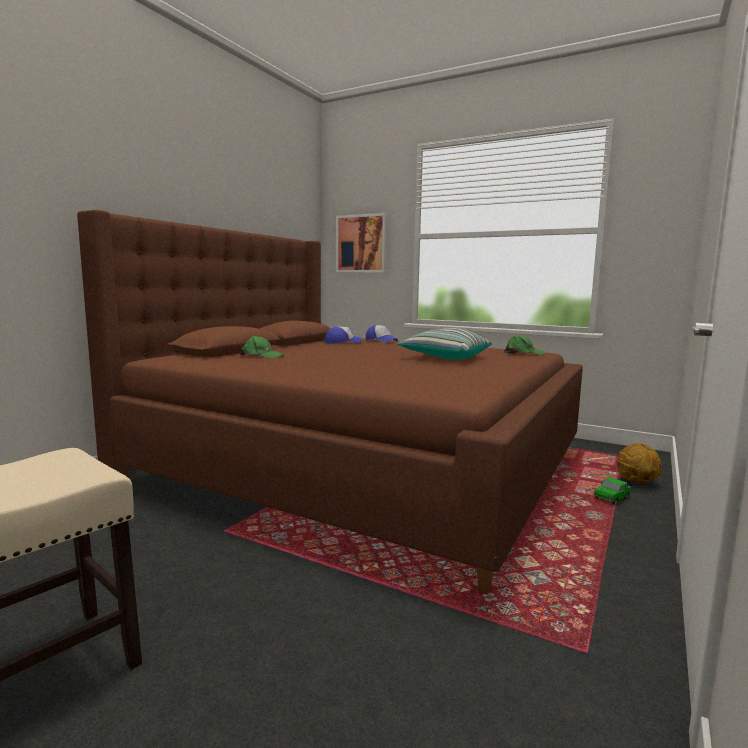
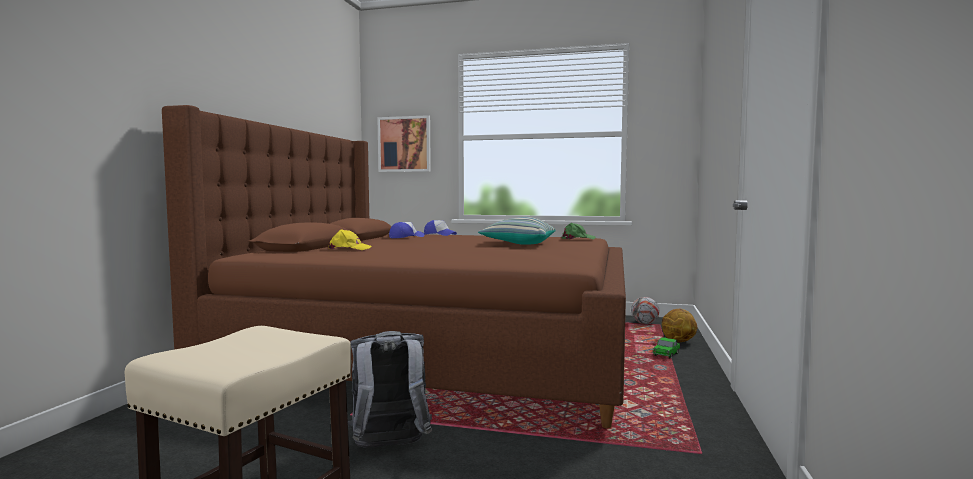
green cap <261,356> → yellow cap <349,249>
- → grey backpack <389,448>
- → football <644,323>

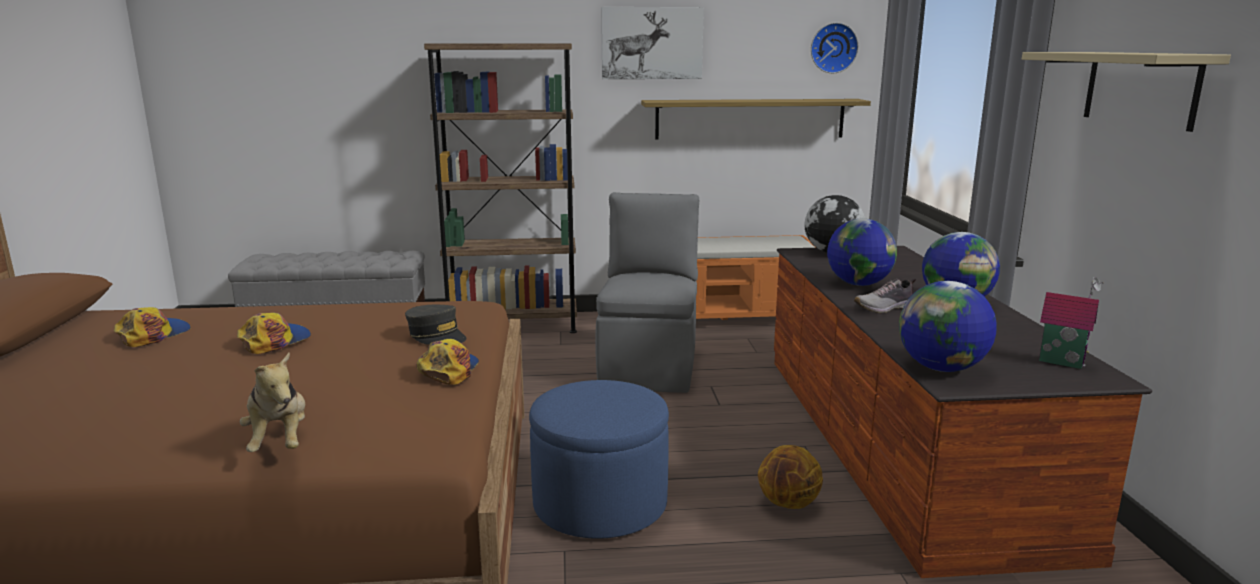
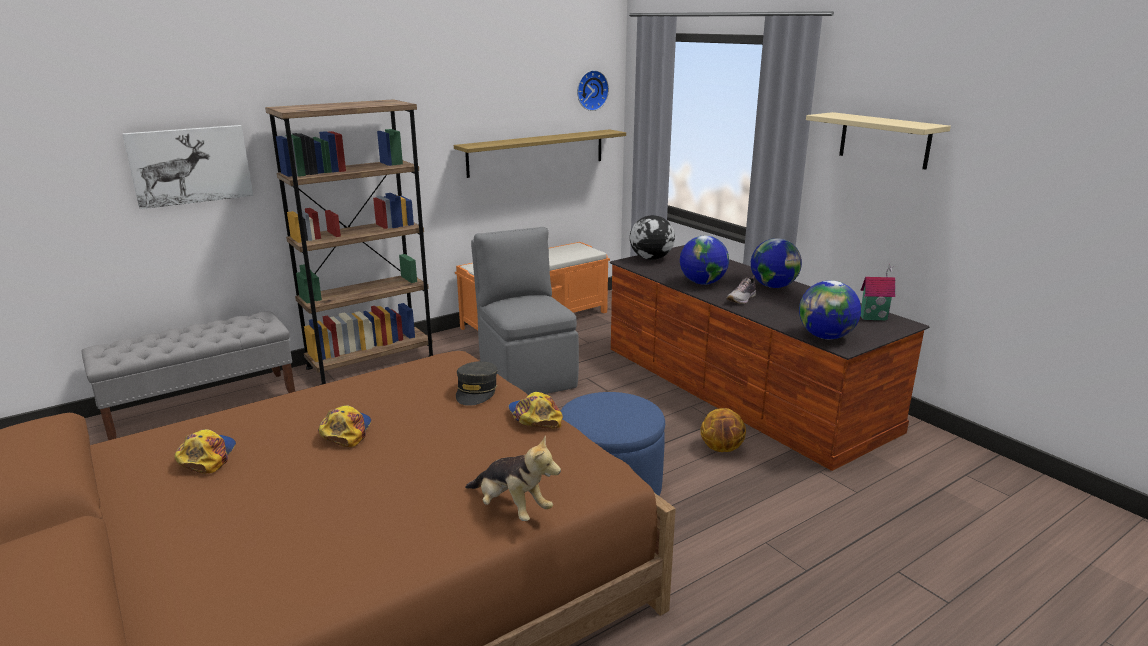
picture <651,43> → picture <190,165>, shifted
grey cap <437,336> → grey cap <476,391>, 90 degrees clockwise

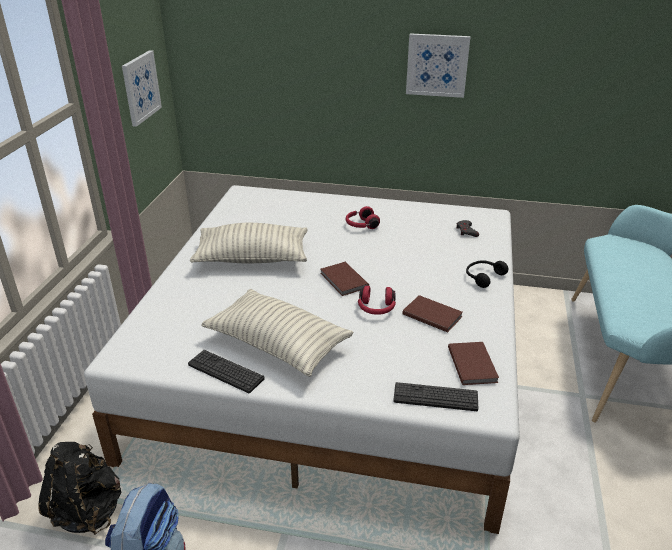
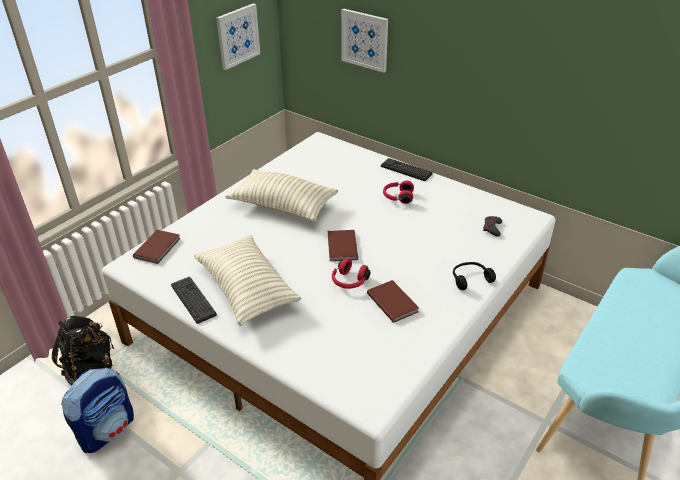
brown book <473,364> → brown book <158,248>, shifted
picture <437,65> → picture <365,40>, shifted
keyboard <435,397> → keyboard <406,170>, shifted

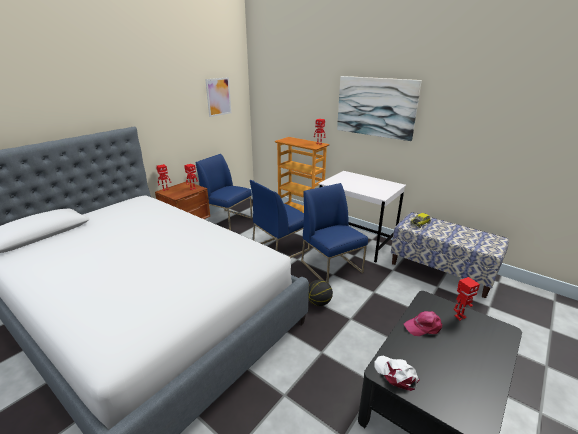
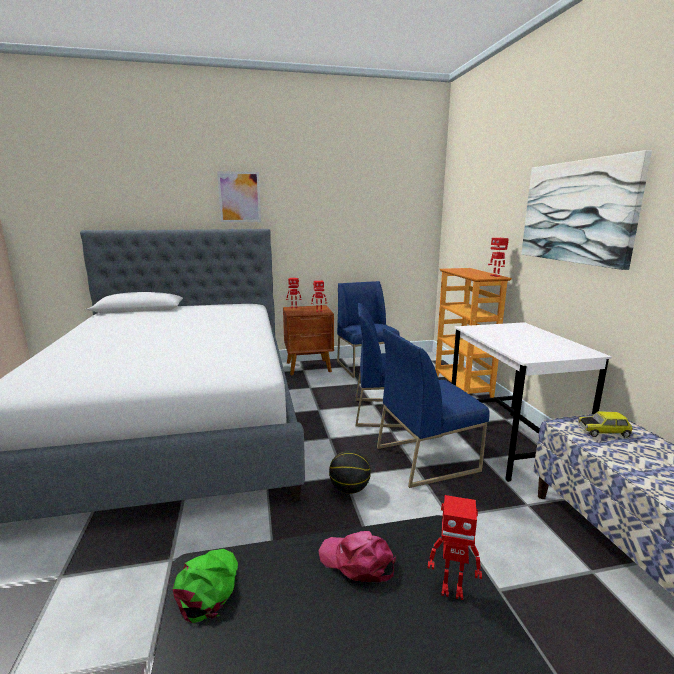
white cap <396,374> → green cap <208,586>
picture <218,97> → picture <239,197>, shifted
blue chair <332,267> → blue chair <427,458>, 120 degrees counterclockwise

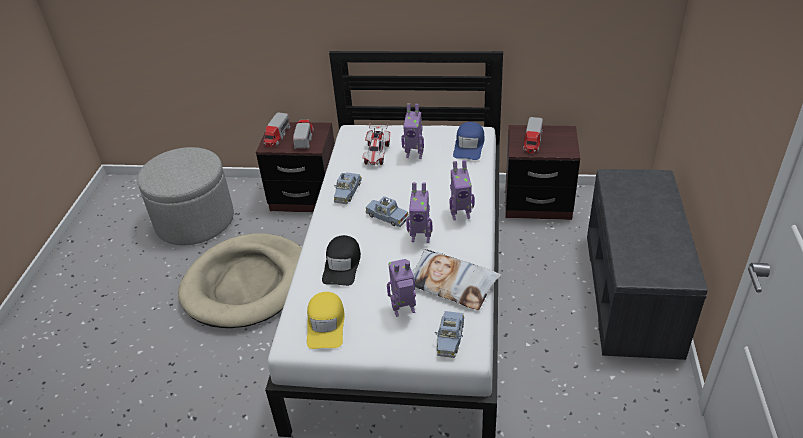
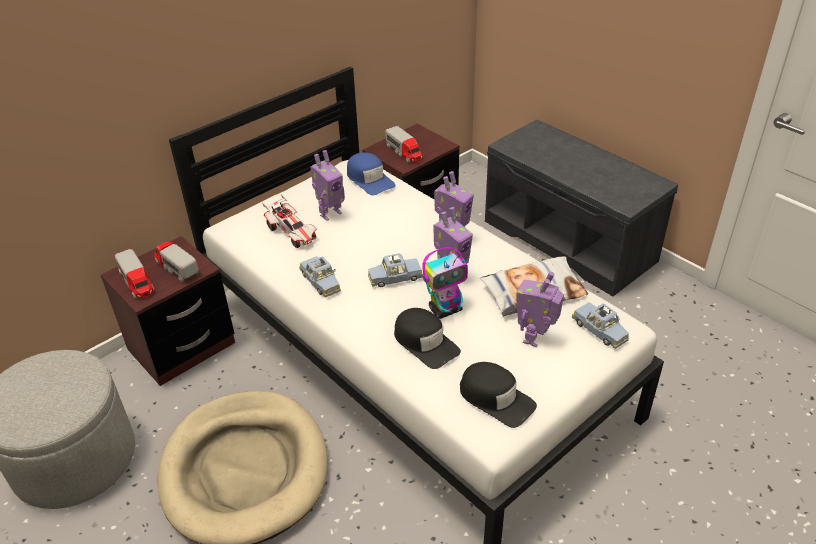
- → toy robot <446,309>
yellow cap <326,325> → black cap <496,398>

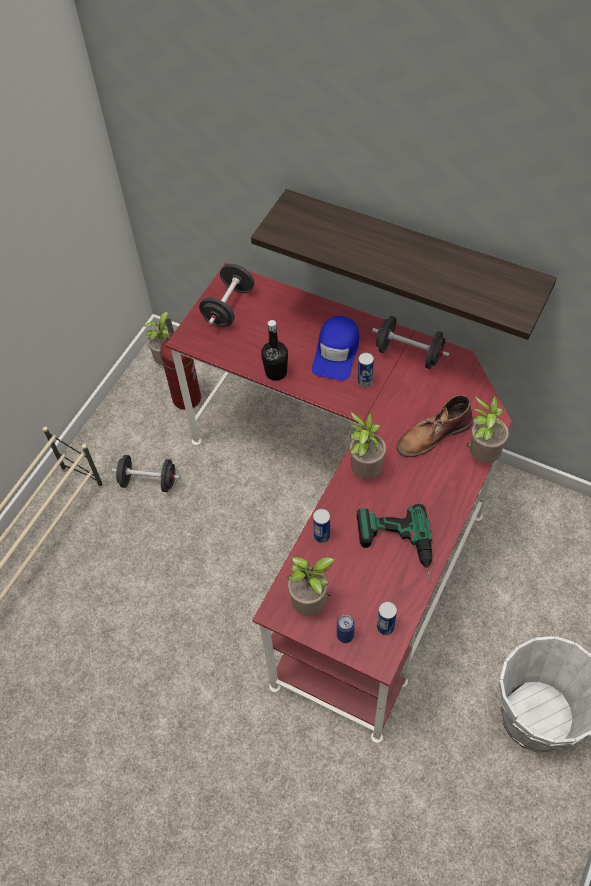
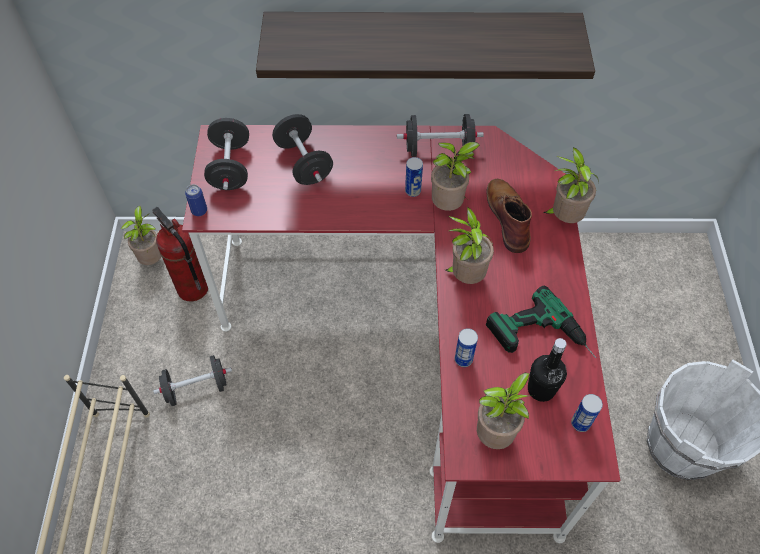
can <345,635> → can <199,211>, shifted
- → black dumbbell <304,163>
- → potted plant <449,206>
brown boot <433,435> → brown boot <508,216>, 135 degrees clockwise
black bottle <276,372> → black bottle <541,389>, shifted
blue cap <336,352> → -

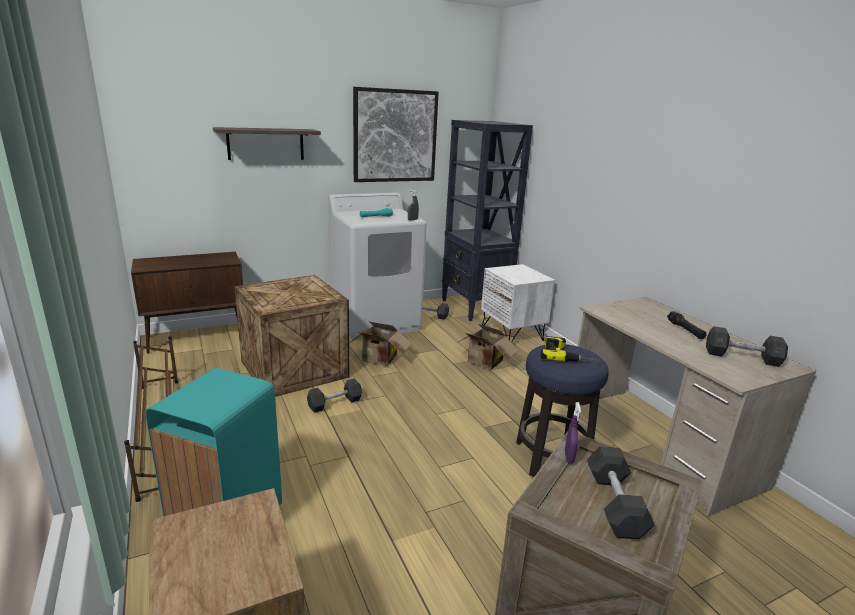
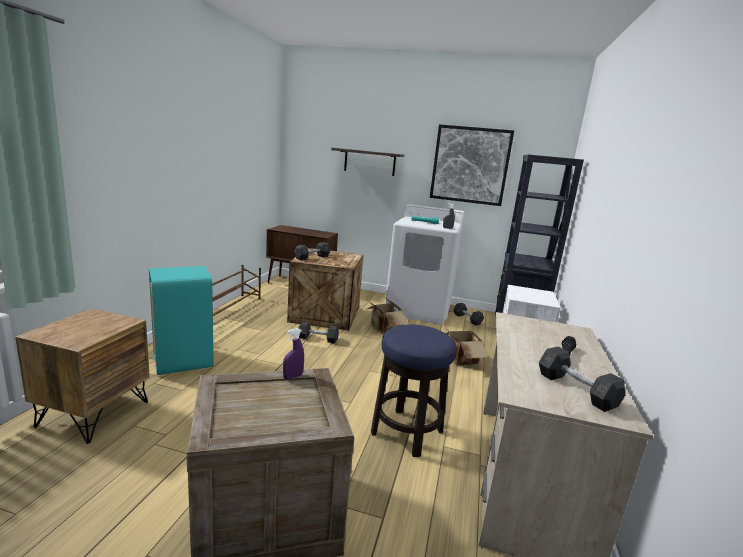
grey dumbbell <614,504> → grey dumbbell <312,257>, shifted
power drill <567,355> → -

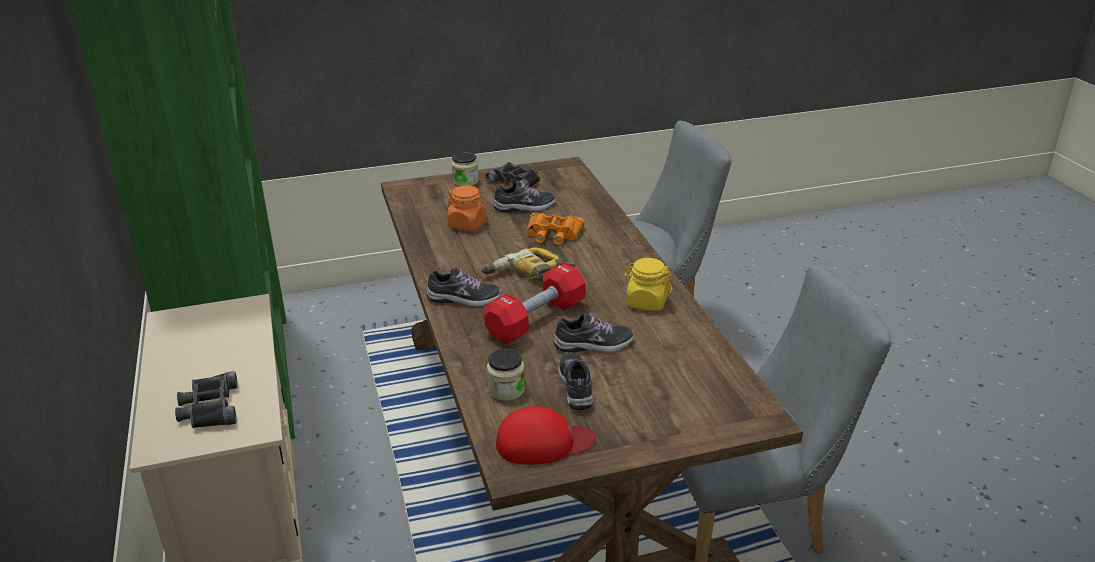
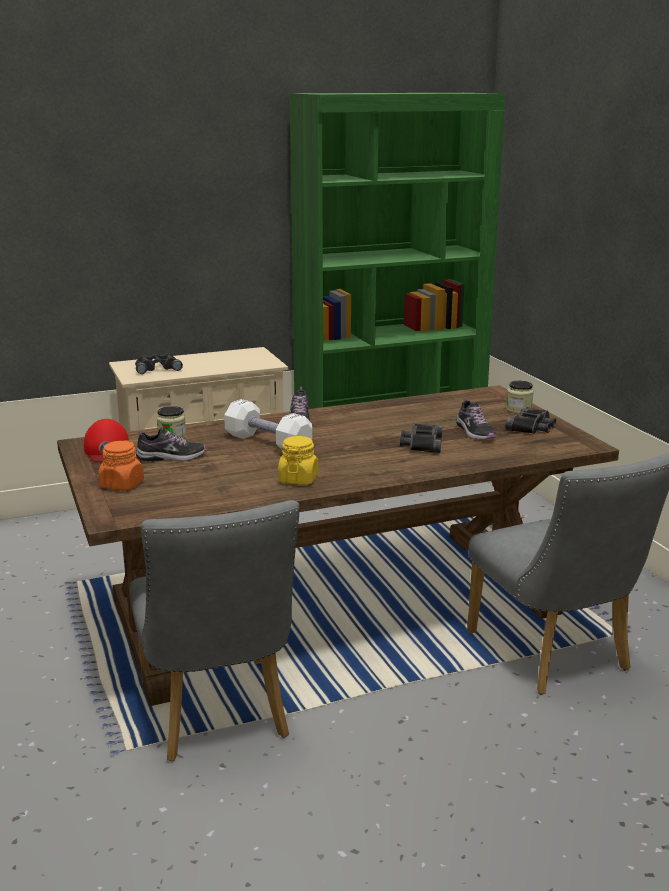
orange jar <467,225> → orange jar <122,485>, shifted
red dumbbell <536,320> → white dumbbell <268,443>
orange binoculars <553,234> → black binoculars <421,444>
power drill <527,275> → -
shoe <593,345> → -

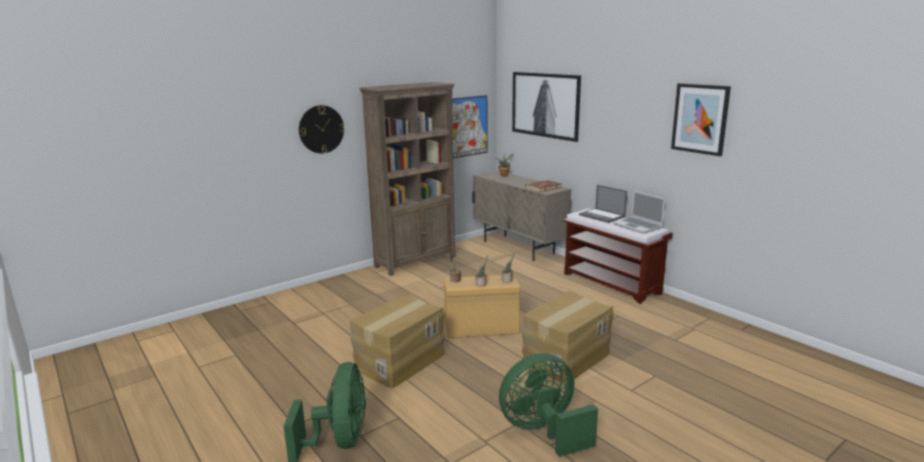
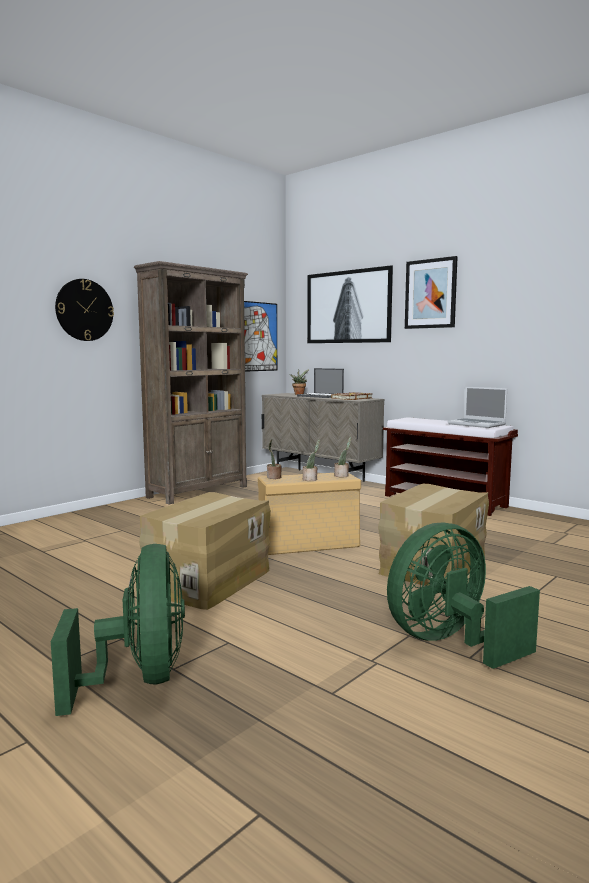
laptop <602,216> → laptop <320,396>, shifted
picture <700,119> → picture <430,294>, shifted

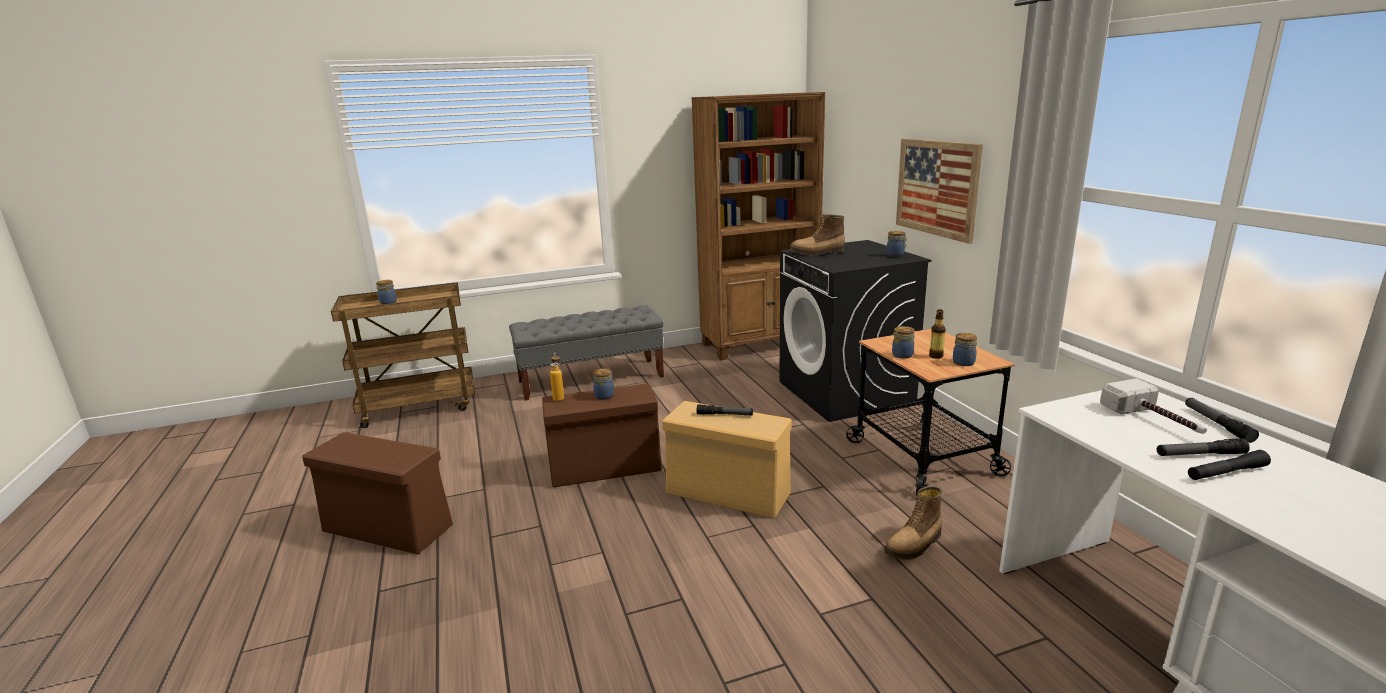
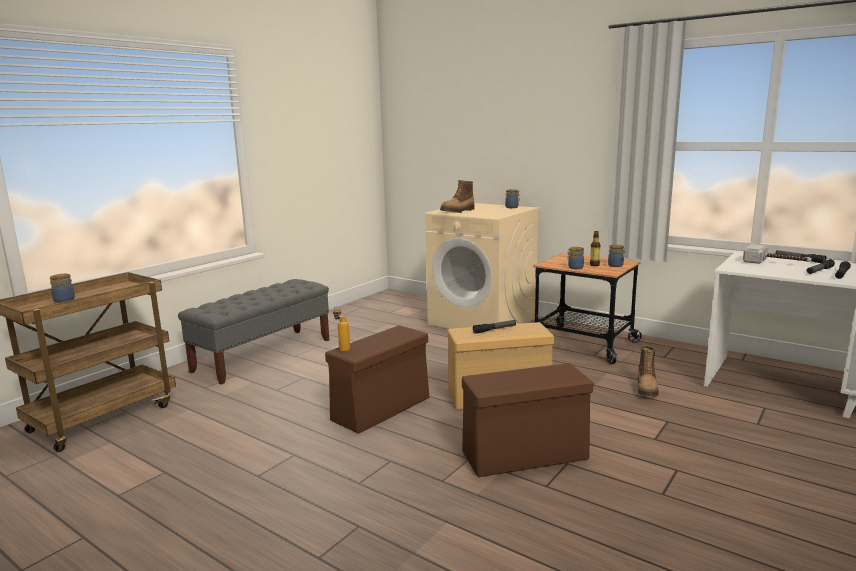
black washing machine <846,393> → beige washing machine <483,321>
brown storage box <389,528> → brown storage box <526,455>, shifted
jar <605,395> → -
brown bookcase <760,344> → -
picture <936,188> → -

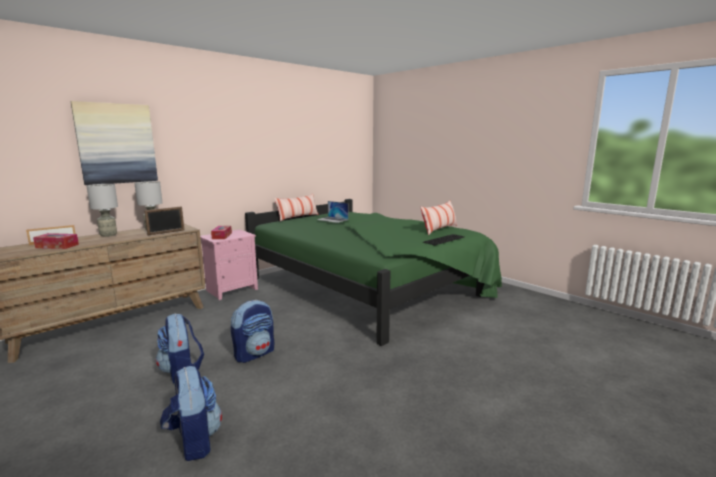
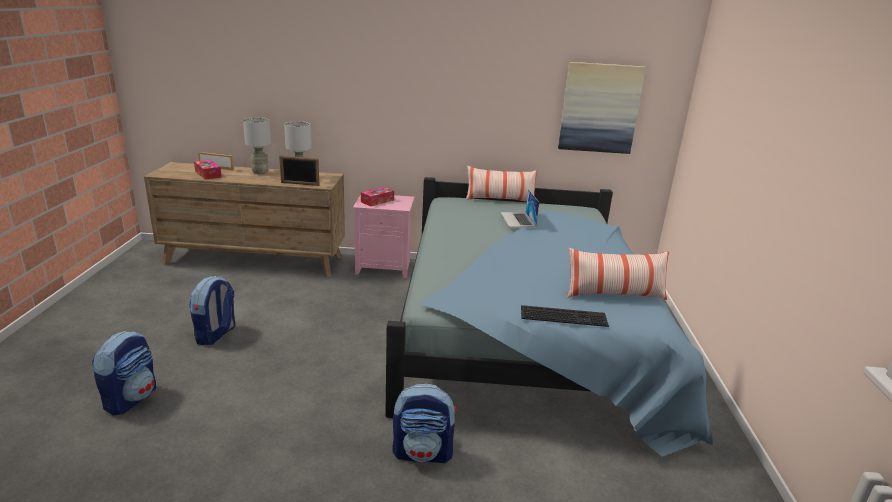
green bed <369,286> → blue bed <525,335>
backpack <255,353> → backpack <423,453>, shifted
picture <116,144> → picture <599,108>, shifted

